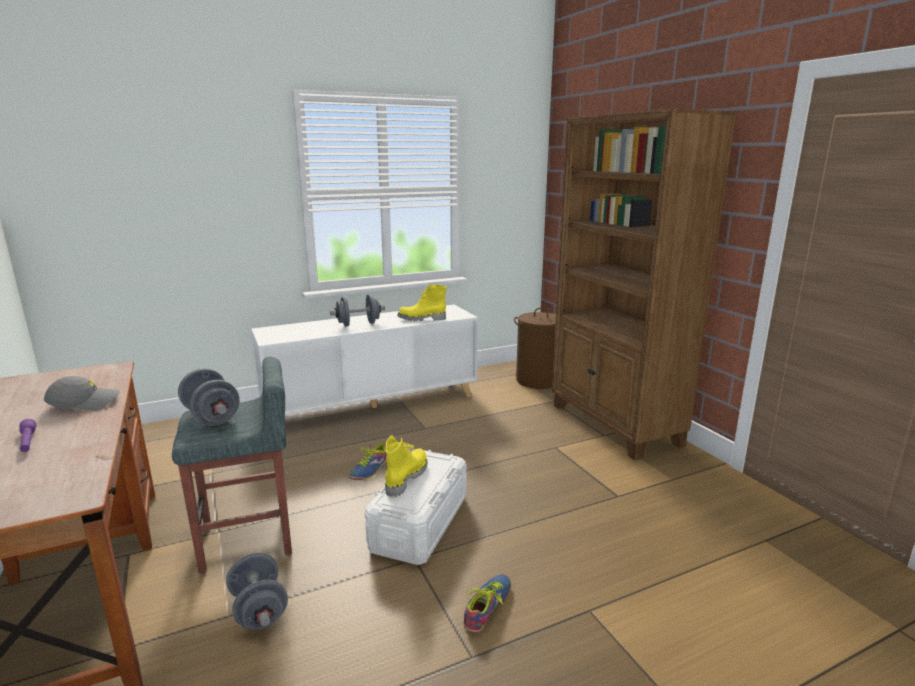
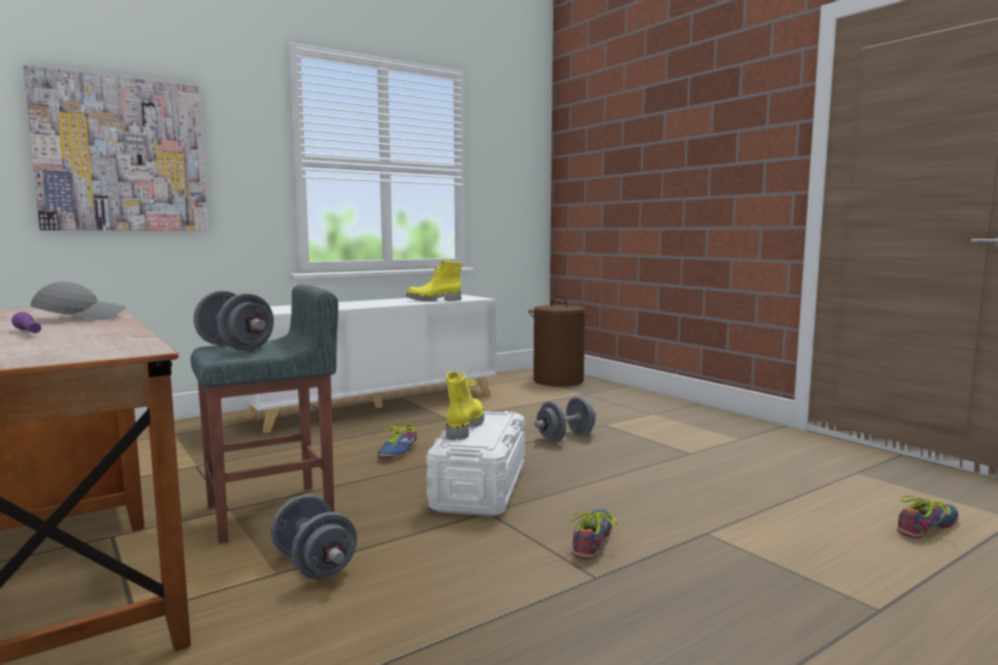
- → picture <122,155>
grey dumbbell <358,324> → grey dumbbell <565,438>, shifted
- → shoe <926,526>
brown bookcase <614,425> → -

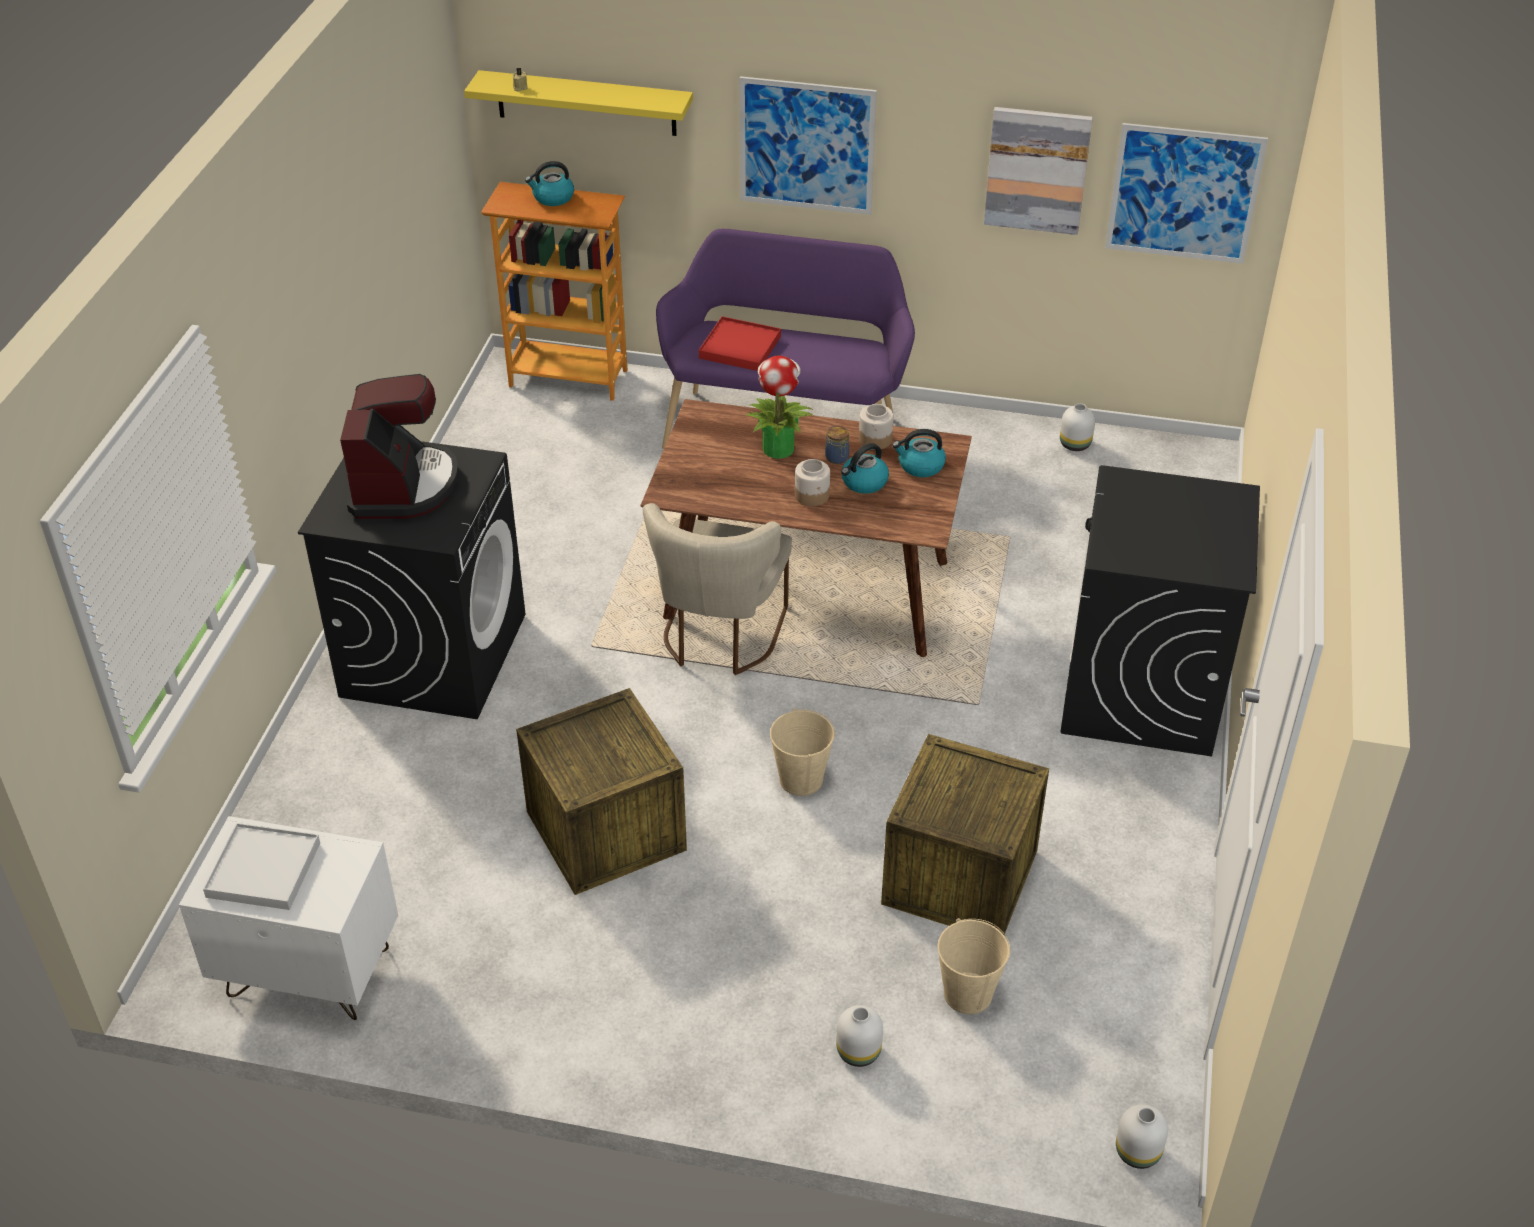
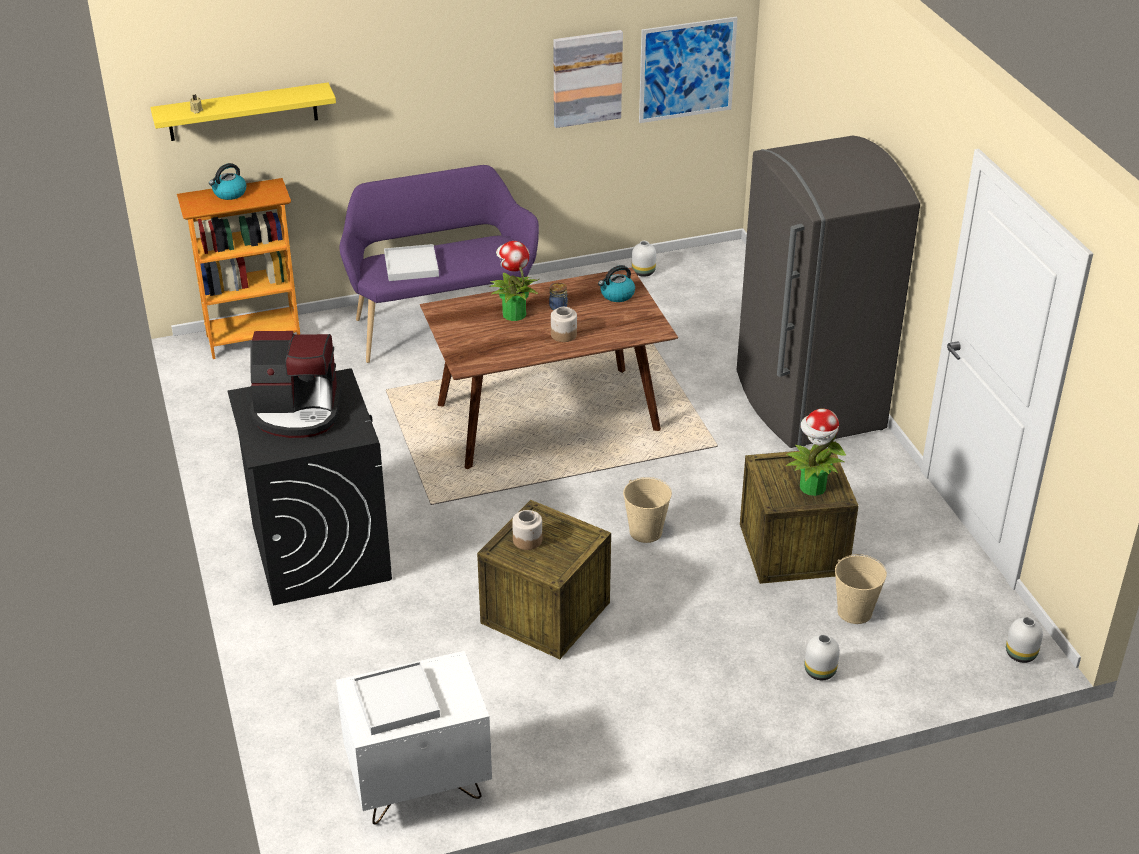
coffee machine <403,485> → coffee machine <297,412>, 120 degrees clockwise
red tray <739,347> → white tray <411,265>
jar <875,439> → jar <527,540>, shifted
black washing machine <1141,691> → grey fridge <807,402>
- → potted plant <812,487>
beige chair <719,638> → -
picture <806,146> → -
kettle <864,482> → -

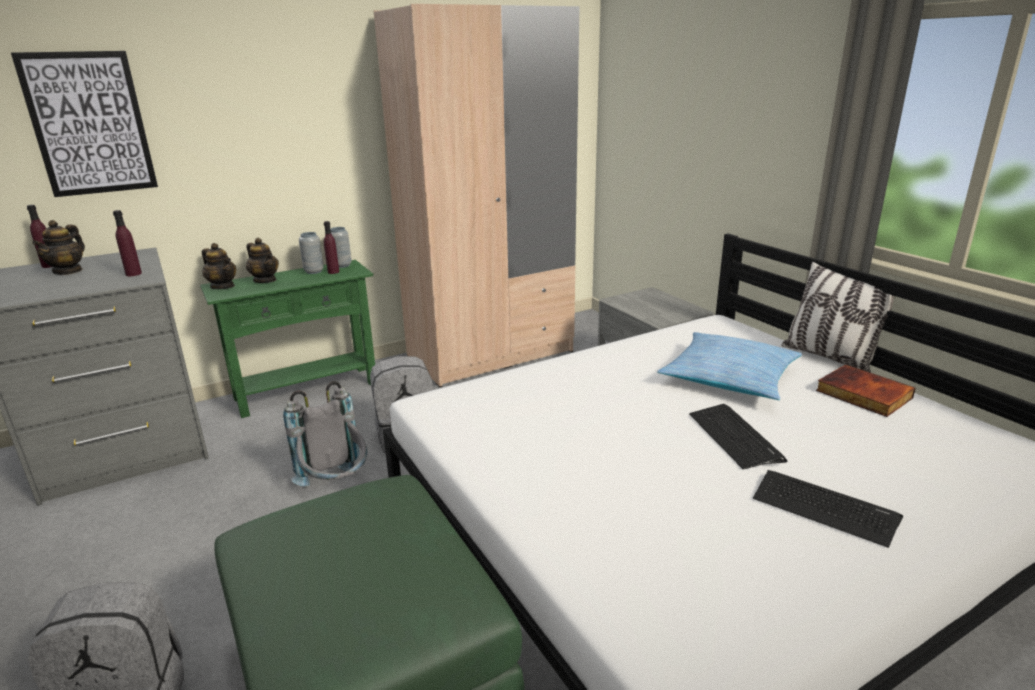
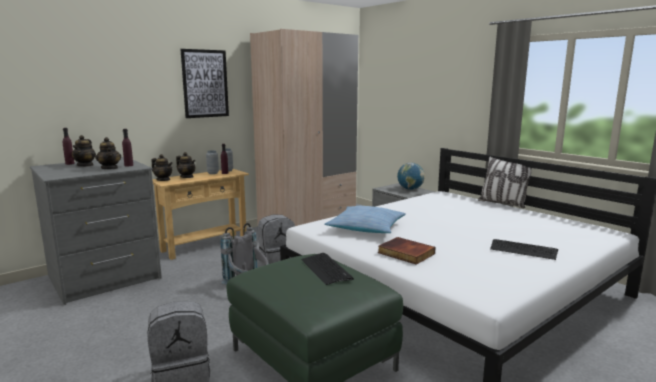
- → teapot <110,168>
green console table <306,391> → beige console table <204,246>
picture <89,124> → picture <205,83>, shifted
keyboard <735,437> → keyboard <326,269>, shifted
pillow <729,378> → pillow <366,228>, shifted
book <862,394> → book <405,253>, shifted
- → globe <410,189>

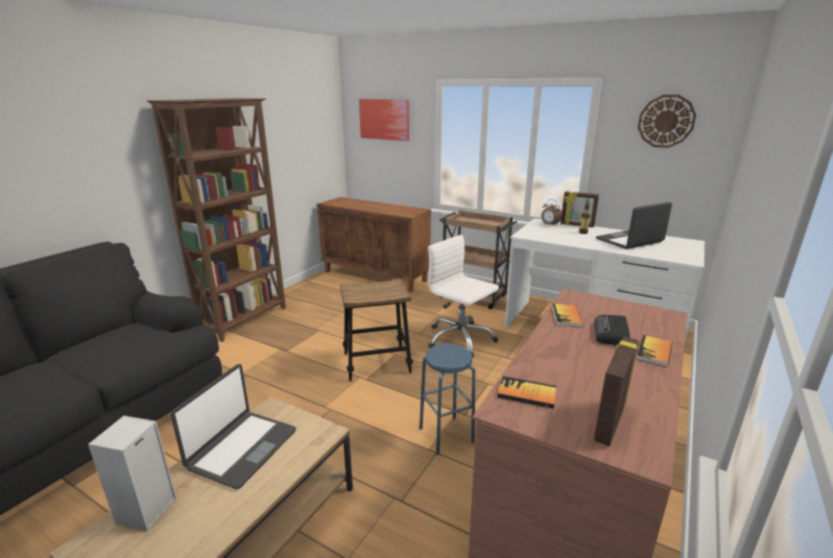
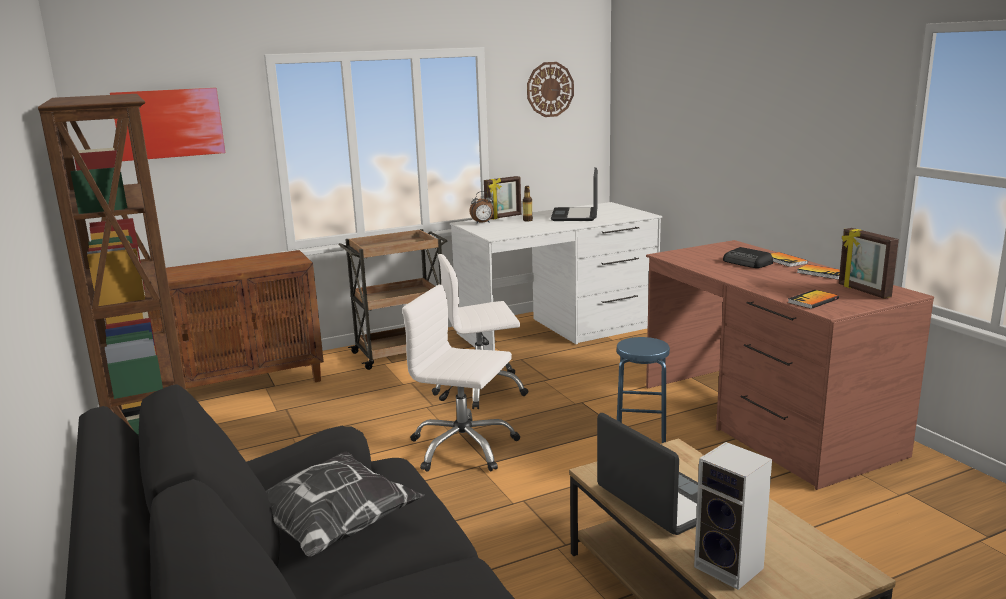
- → pillow <328,528>
stool <377,363> → white office chair <463,448>
book <566,316> → book <822,273>, shifted

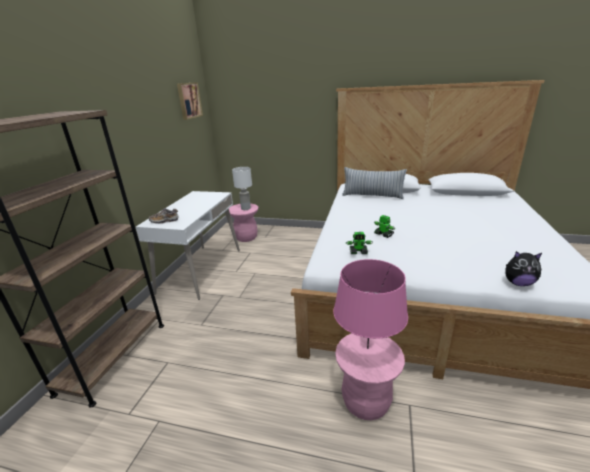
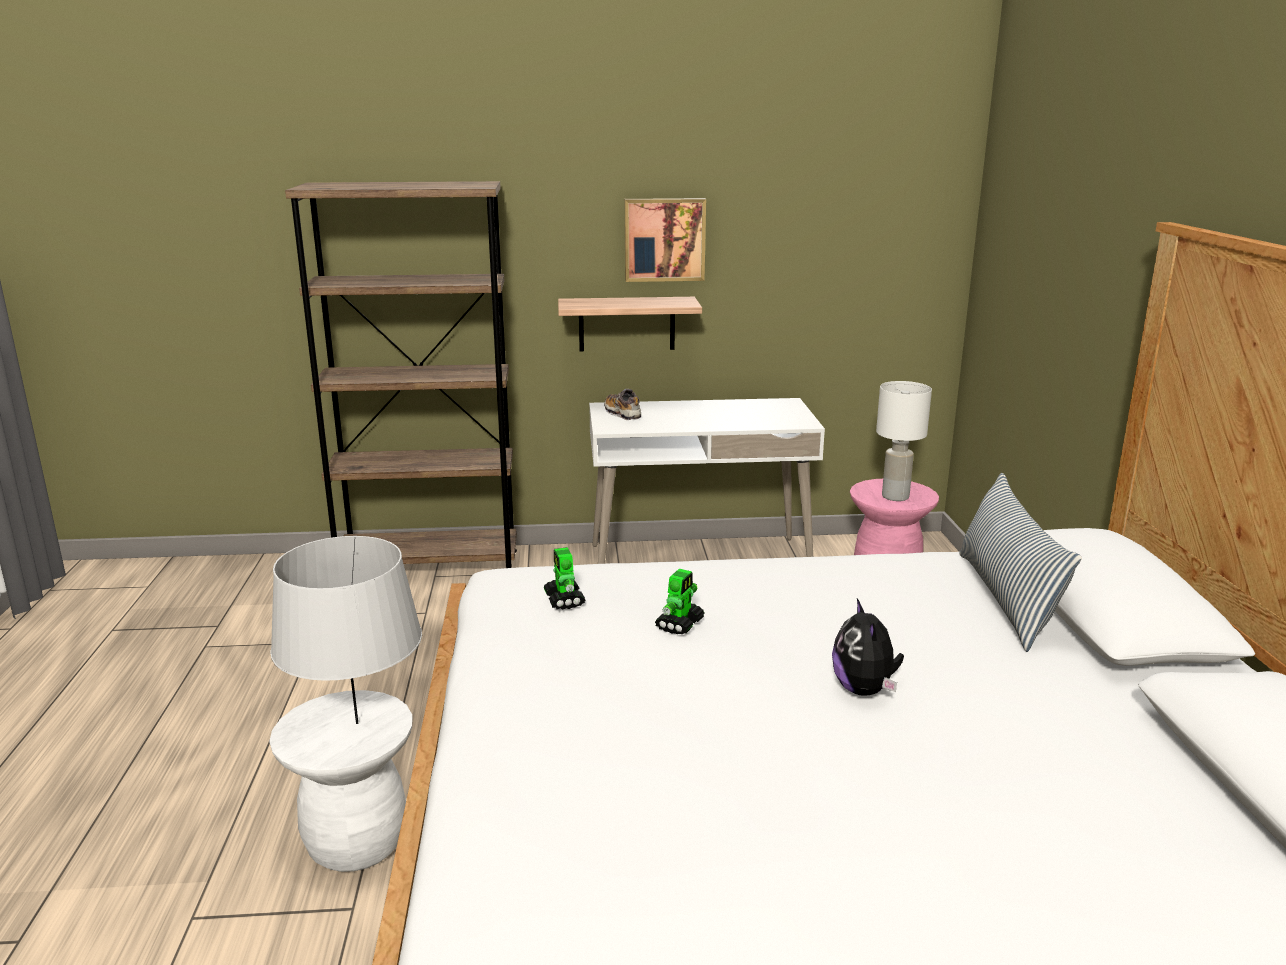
pink stool <366,402> → white stool <356,843>
pink table lamp <367,348> → grey table lamp <358,723>
- → shelf <626,324>
picture <188,100> → picture <664,239>, shifted
plush toy <518,283> → plush toy <864,690>, shifted

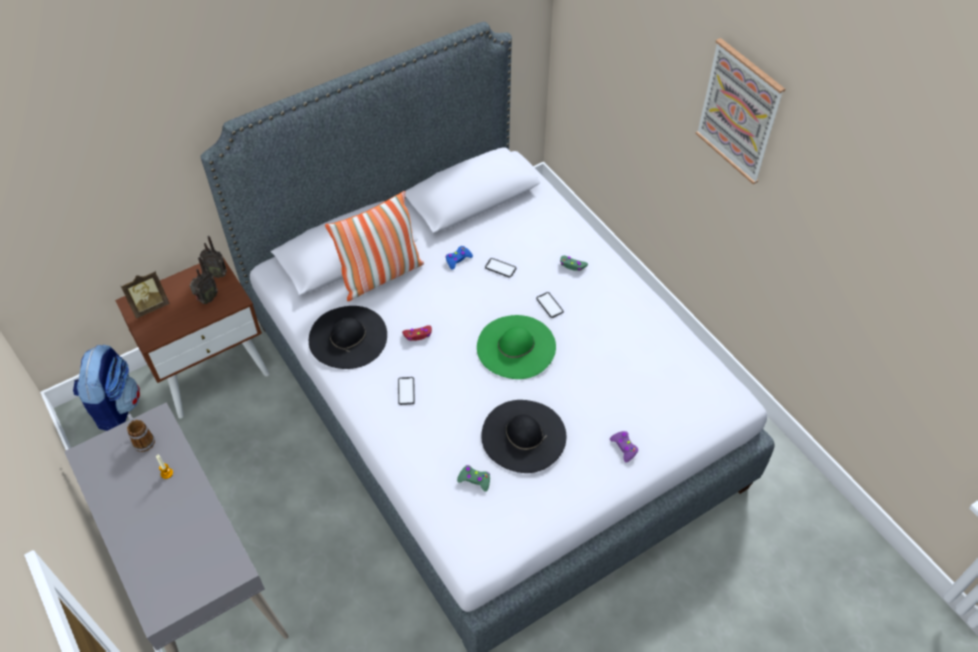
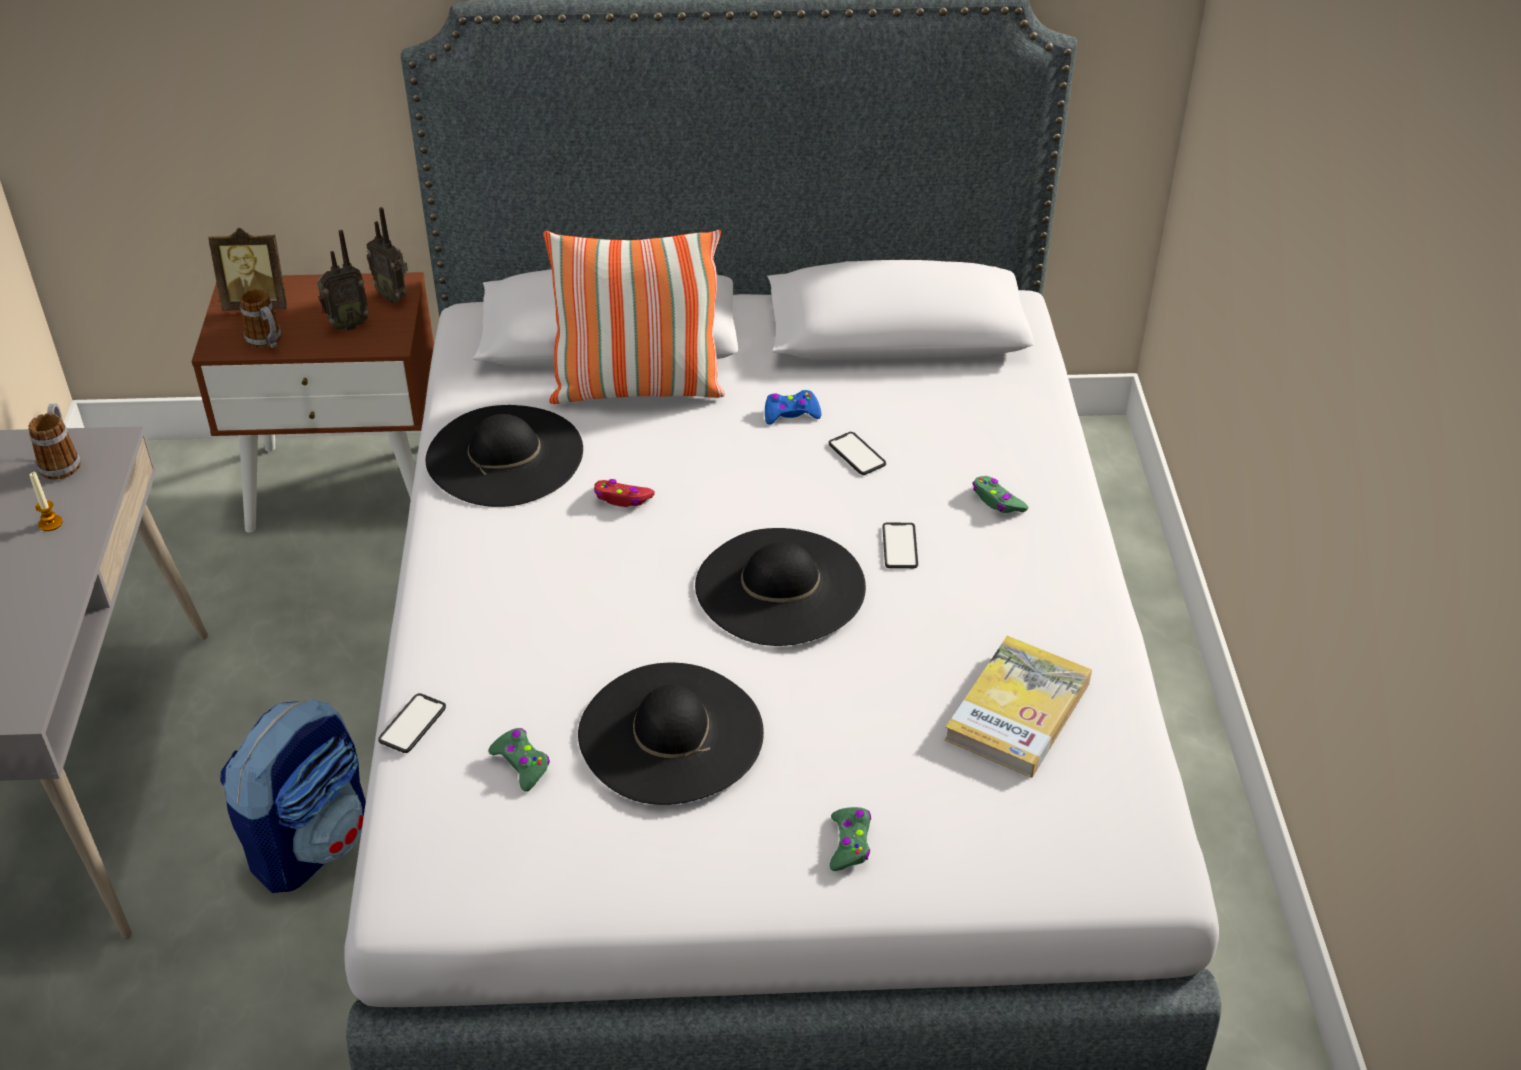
backpack <116,406> → backpack <311,841>, shifted
- → mug <267,342>
phone <406,391> → phone <412,724>, shifted
green hat <516,347> → black hat <780,586>
purple game controller <624,447> → green game controller <850,843>
- → book <1018,711>
picture <739,111> → -

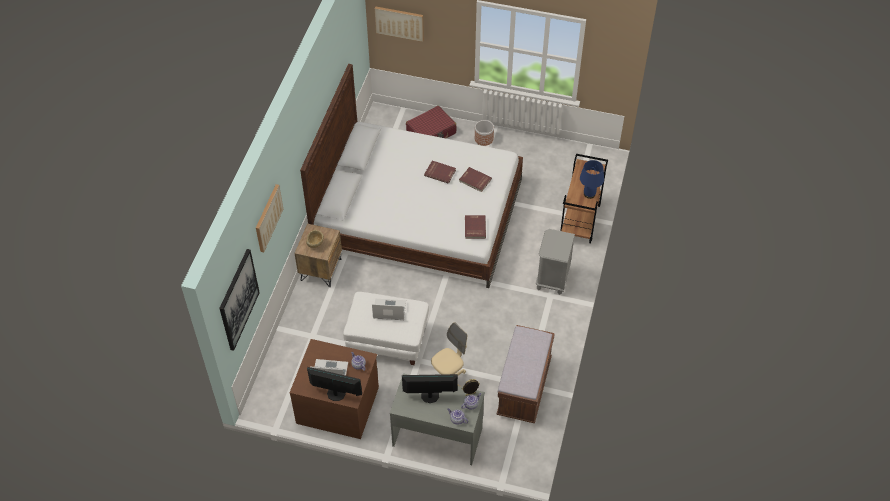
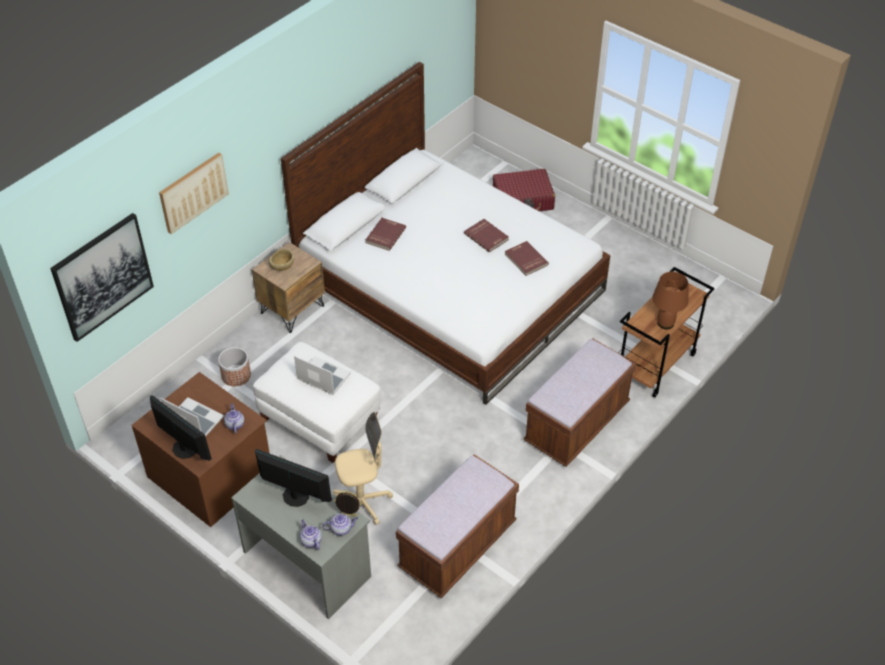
planter <484,139> → planter <236,375>, shifted
red book <474,227> → red book <385,235>, shifted
grey nightstand <552,279> → brown bench <576,424>
blue table lamp <589,194> → brown table lamp <665,323>
picture <399,23> → -

